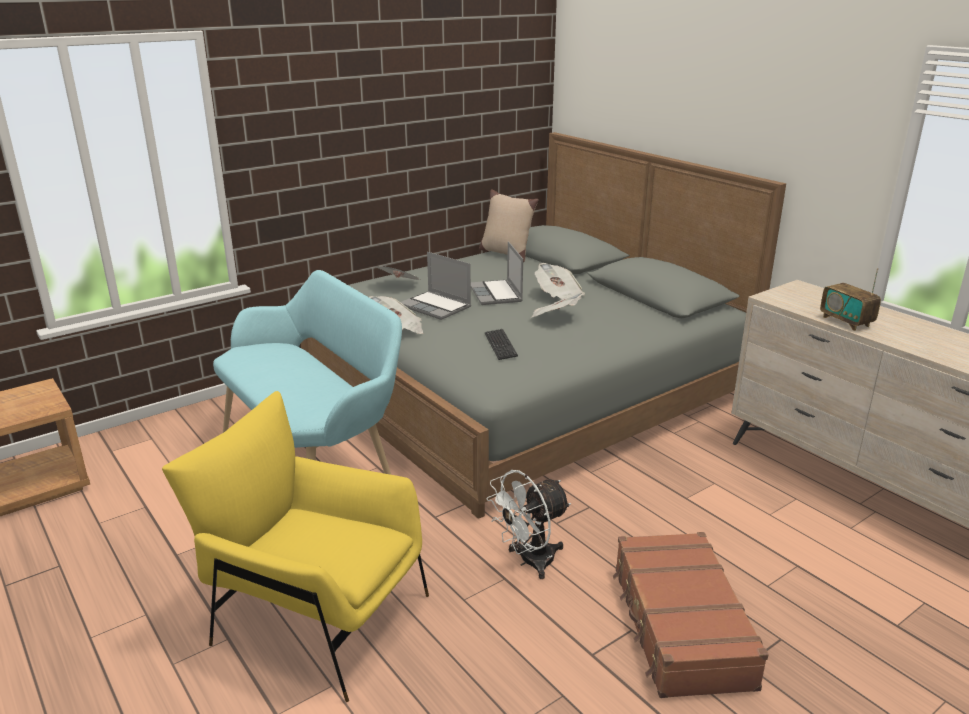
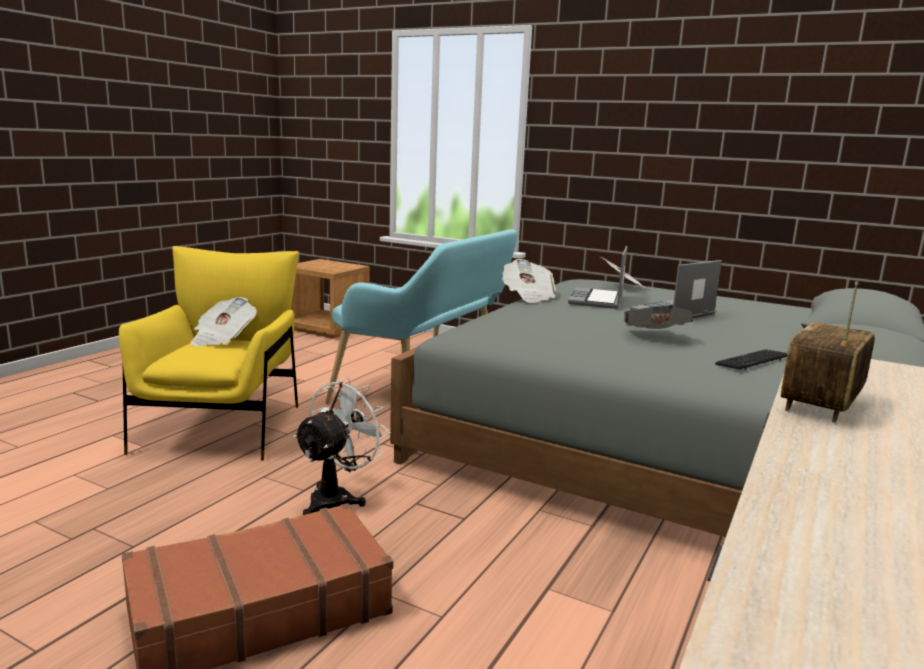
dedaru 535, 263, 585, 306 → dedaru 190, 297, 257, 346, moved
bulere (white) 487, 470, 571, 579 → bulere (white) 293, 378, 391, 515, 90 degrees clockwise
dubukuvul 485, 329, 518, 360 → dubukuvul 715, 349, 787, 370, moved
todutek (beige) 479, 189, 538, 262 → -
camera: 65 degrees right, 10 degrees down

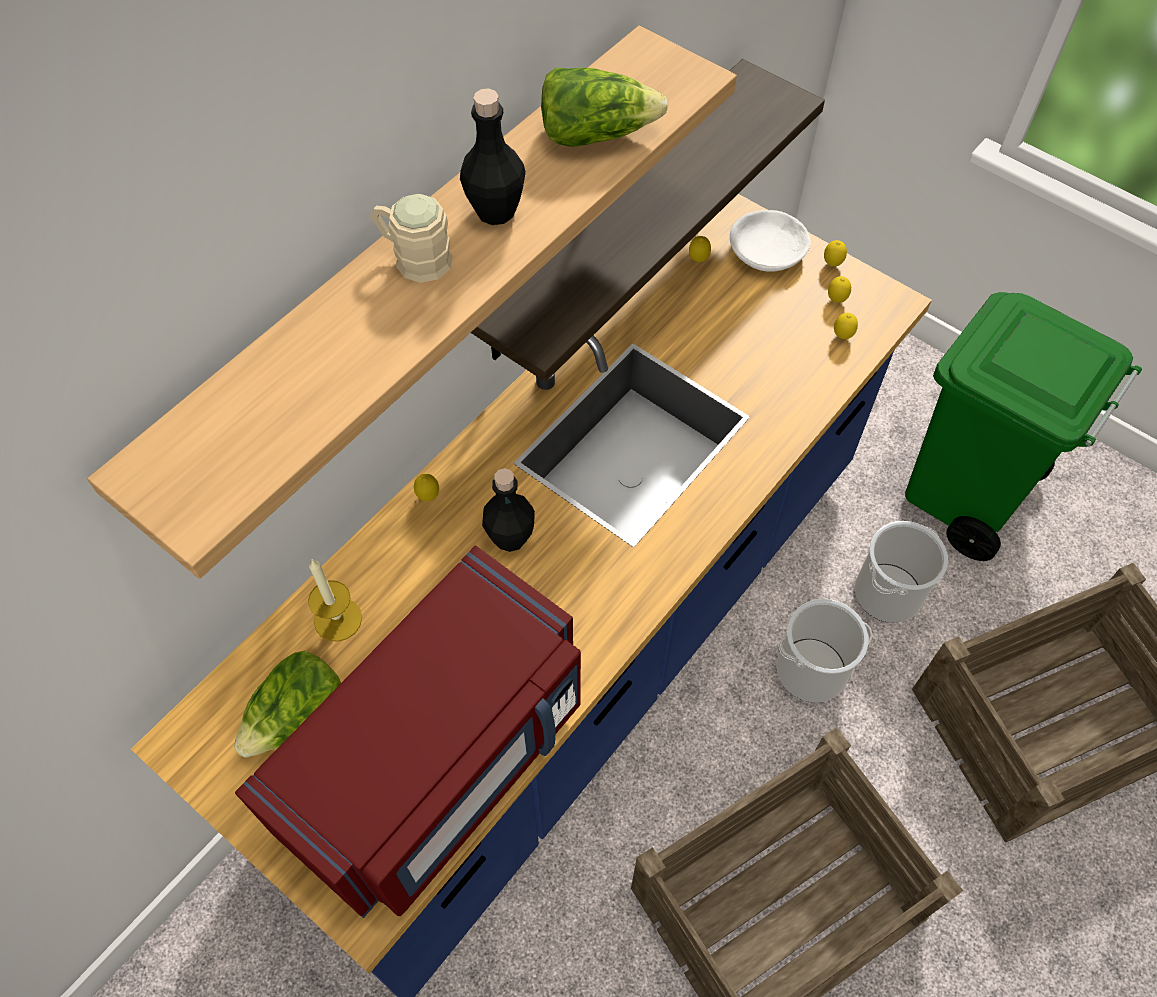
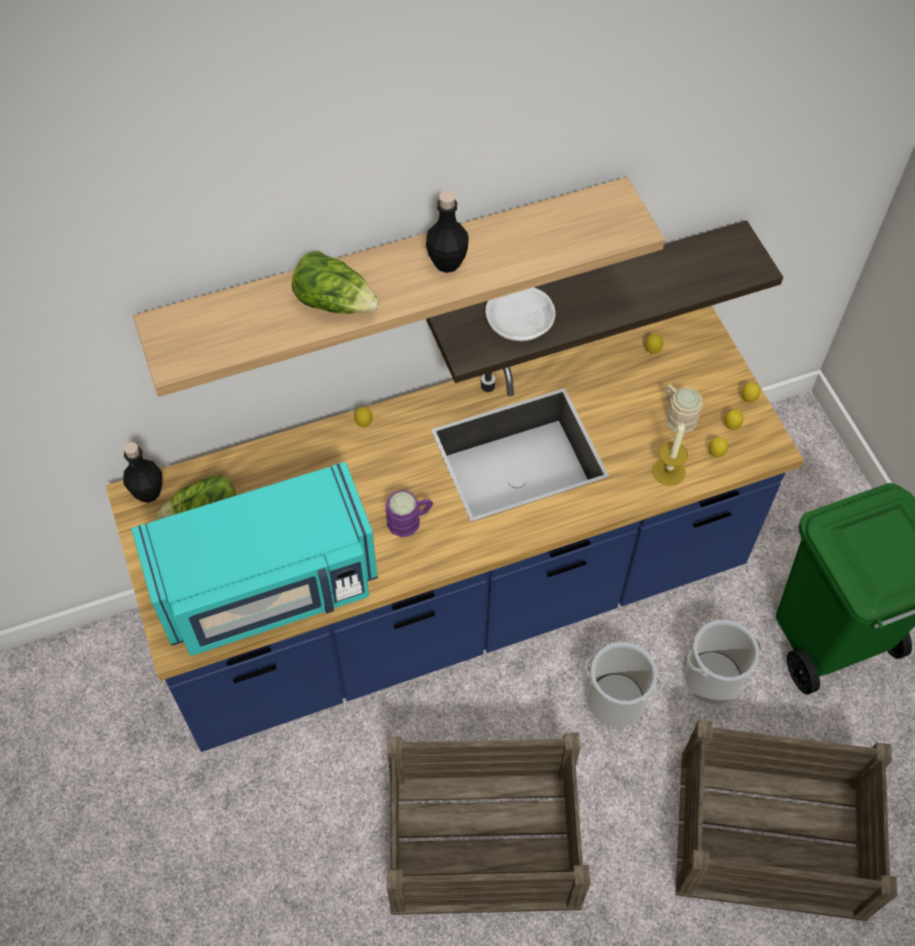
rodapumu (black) 482, 468, 535, 552 → rodapumu (black) 123, 442, 162, 503, moved
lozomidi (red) 235, 545, 581, 918 → lozomidi (turquoise) 131, 462, 378, 655
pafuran 541, 68, 668, 147 → pafuran 292, 251, 379, 314, moved
- → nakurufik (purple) 386, 490, 433, 537
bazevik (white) 730, 210, 811, 272 → bazevik (white) 485, 287, 556, 341, moved
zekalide 308, 560, 362, 642 → zekalide 652, 423, 688, 486, moved
nakurufik (beige) 370, 194, 453, 283 → nakurufik (beige) 665, 385, 703, 434, moved
camera: 30 degrees right, 0 degrees up

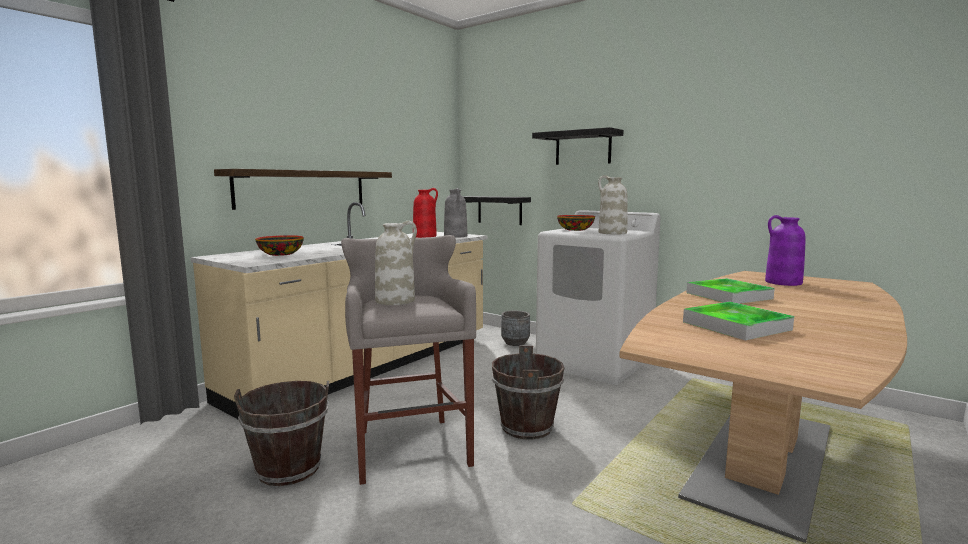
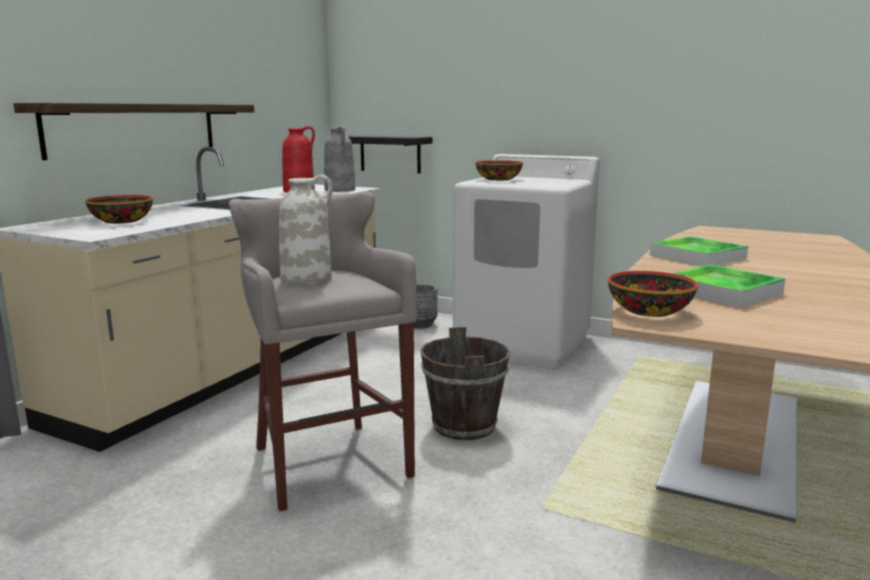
- → bazevik 608, 271, 698, 317
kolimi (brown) 234, 381, 329, 486 → -
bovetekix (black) 532, 127, 624, 165 → -
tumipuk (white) 598, 175, 628, 234 → -
tumipuk (purple) 765, 215, 805, 286 → -
camera: 10 degrees left, 5 degrees up

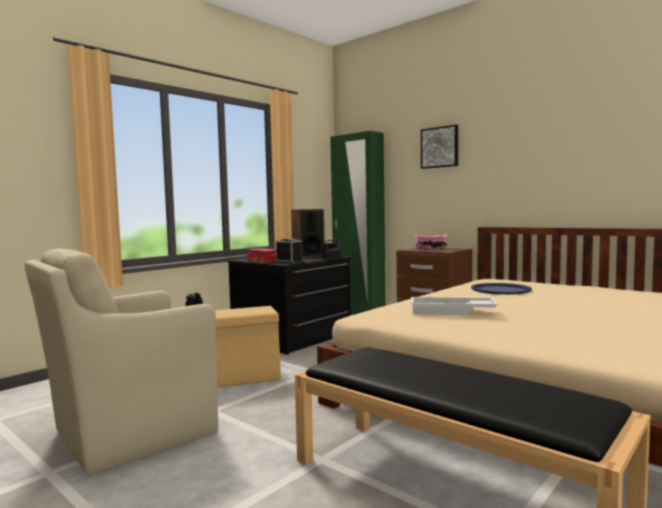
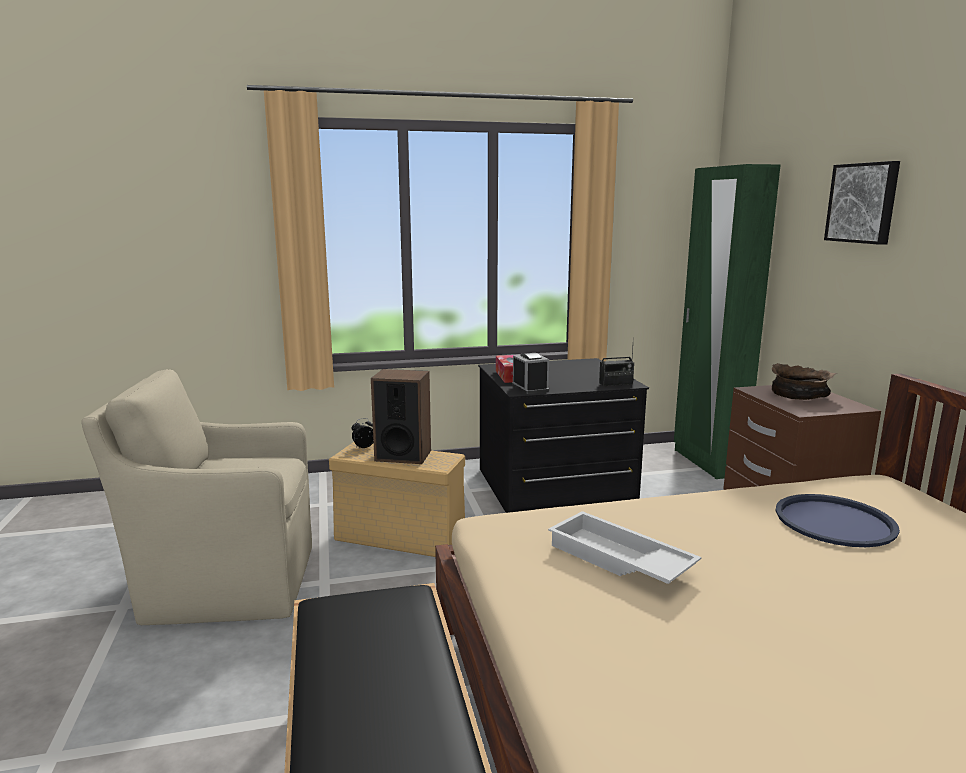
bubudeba 291, 209, 325, 257 → bubudeba 371, 369, 431, 464, moved
bazevik (pink) 415, 234, 448, 250 → bazevik (brown) 771, 363, 837, 400
camera: 35 degrees right, 10 degrees up

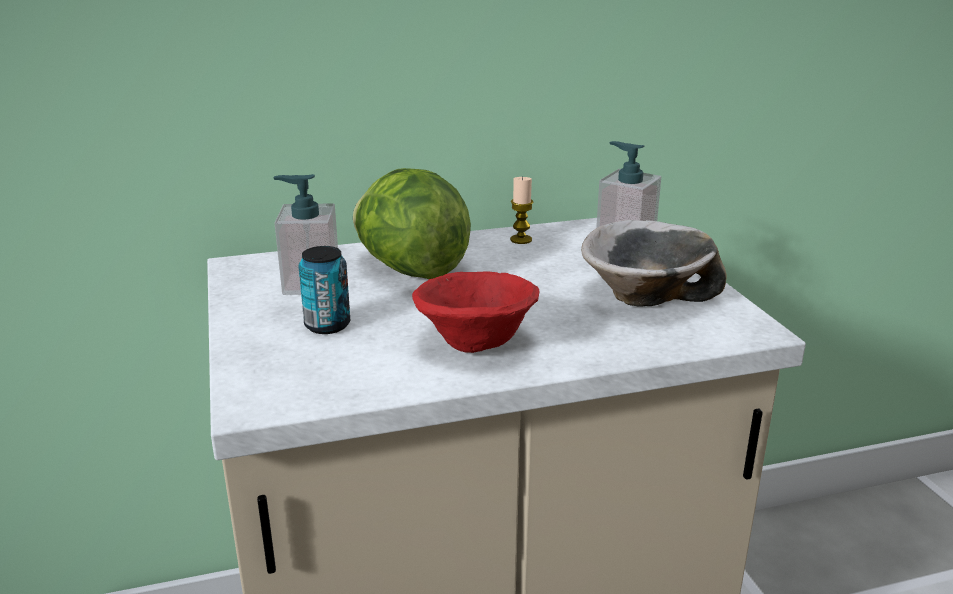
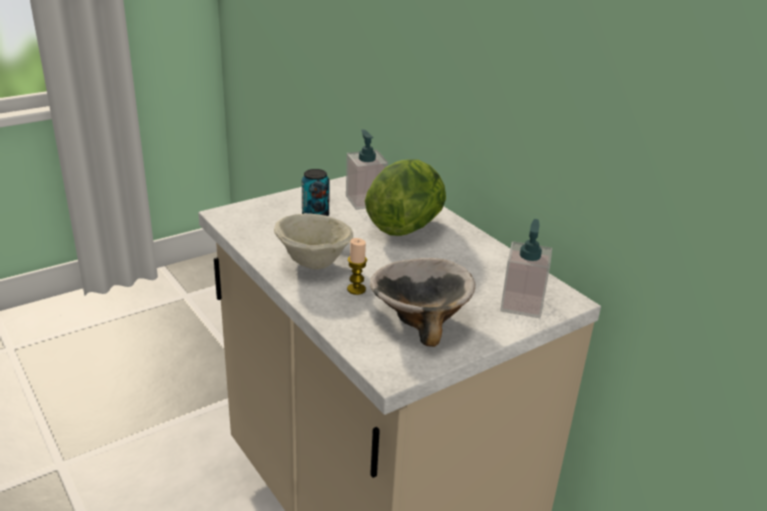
bazevik (red) 412, 271, 540, 353 → bazevik (beige) 274, 213, 353, 269
zekalide 510, 176, 533, 244 → zekalide 347, 238, 367, 295, moved
camera: 70 degrees right, 5 degrees up

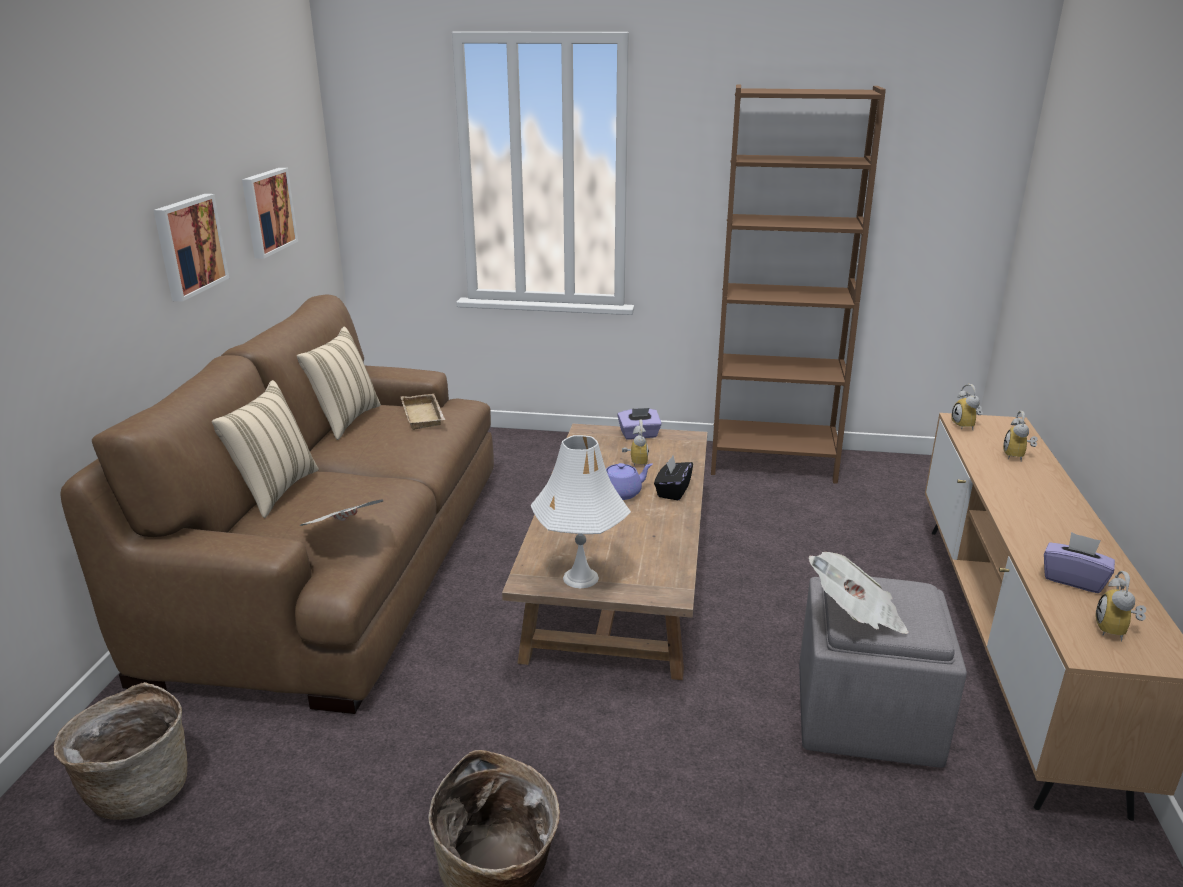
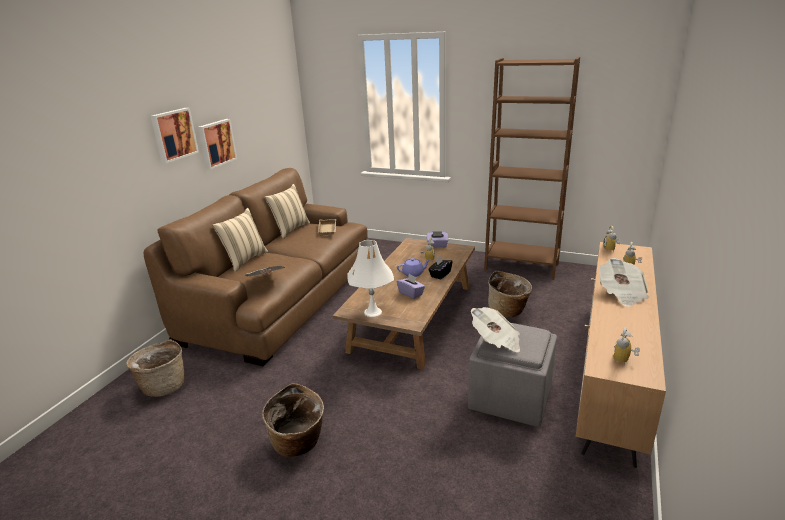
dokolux 242, 168, 298, 259 → dokolux 151, 108, 199, 164, moved
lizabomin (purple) 1044, 532, 1115, 593 → lizabomin (purple) 397, 274, 425, 299, moved
- → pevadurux 488, 271, 532, 318
- → dedaru 599, 258, 649, 307
camera: 15 degrees right, 0 degrees up

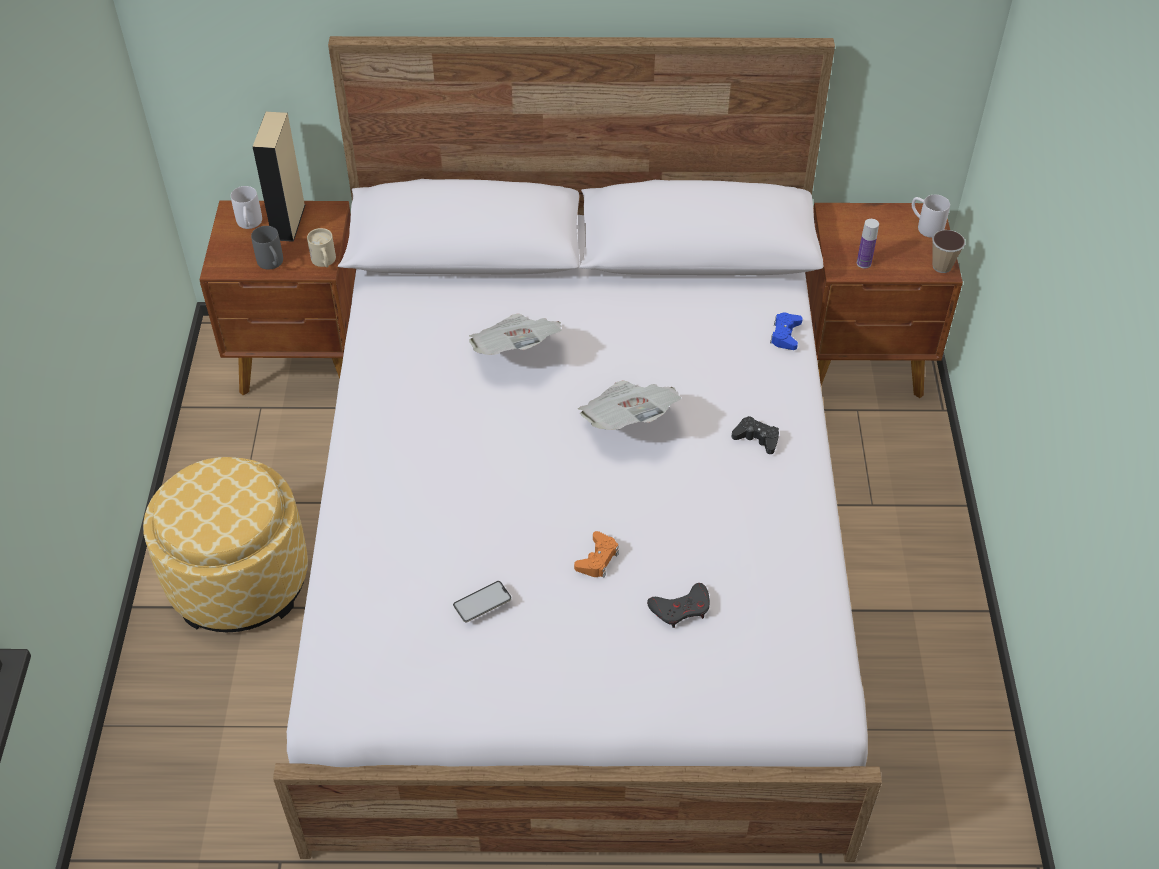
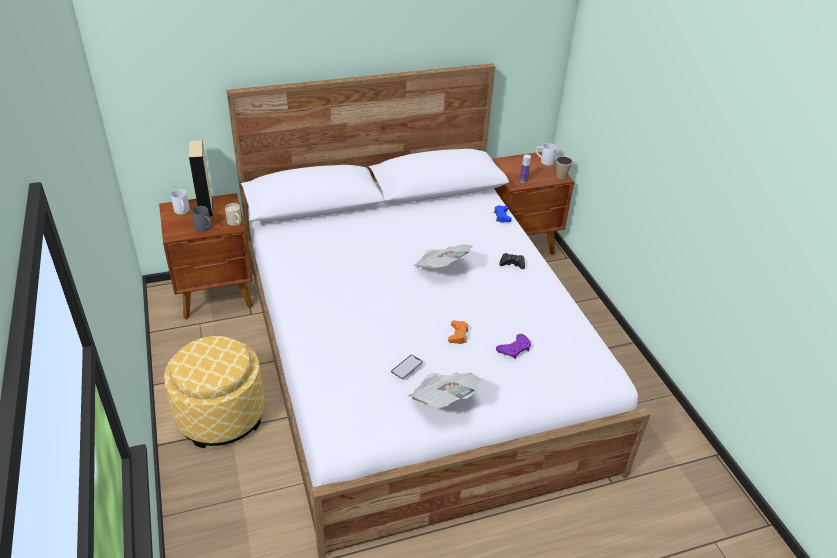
dedaru 469, 314, 562, 355 → dedaru 409, 372, 482, 408, moved
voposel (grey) 647, 583, 710, 628 → voposel (purple) 496, 334, 531, 359
camera: 20 degrees left, 10 degrees down

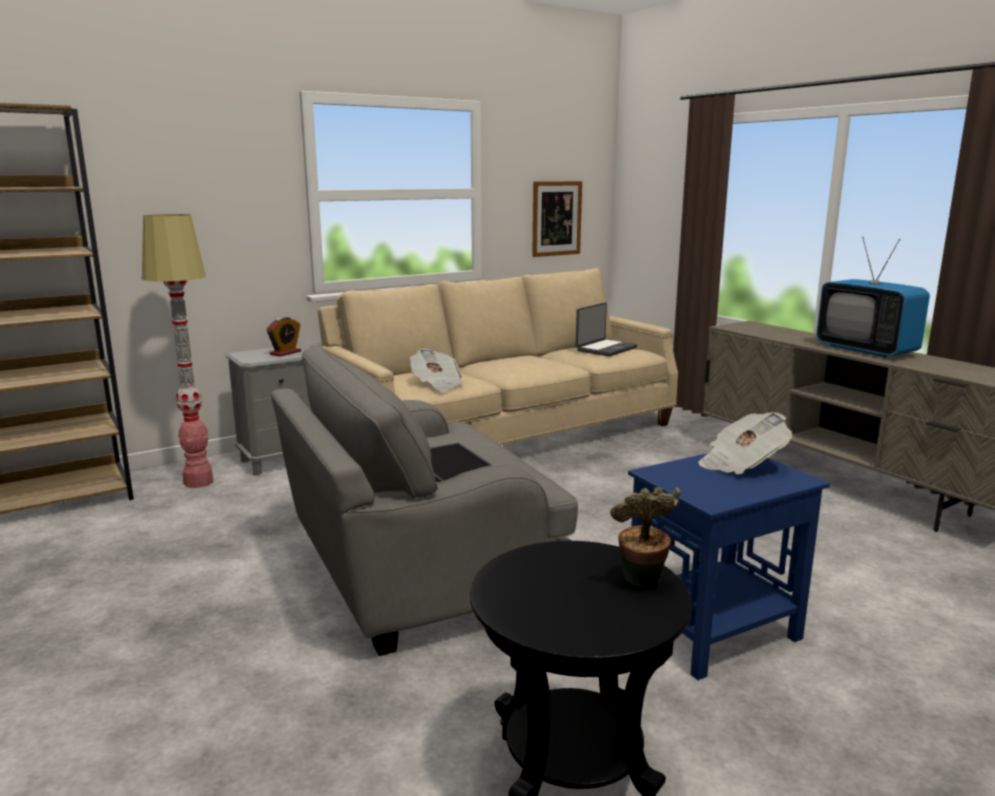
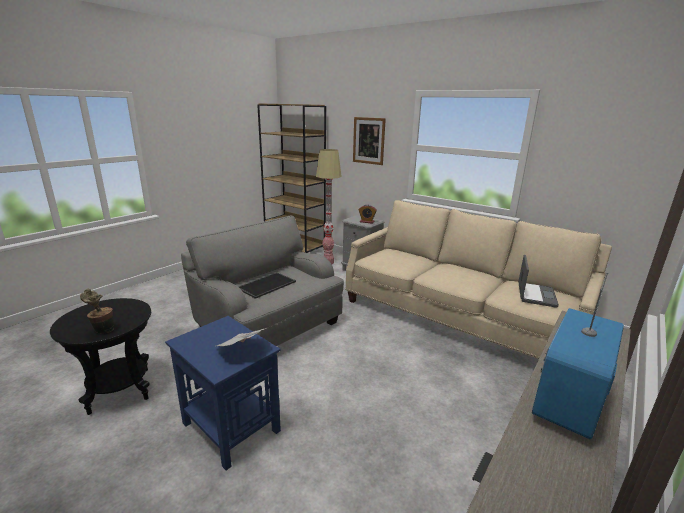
dokolux 532, 181, 582, 257 → dokolux 353, 117, 386, 165, moved
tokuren 576, 303, 637, 357 → tokuren 518, 255, 559, 308, 90 degrees counterclockwise
dedaru 410, 349, 464, 392 → -
camera: 70 degrees right, 5 degrees up

